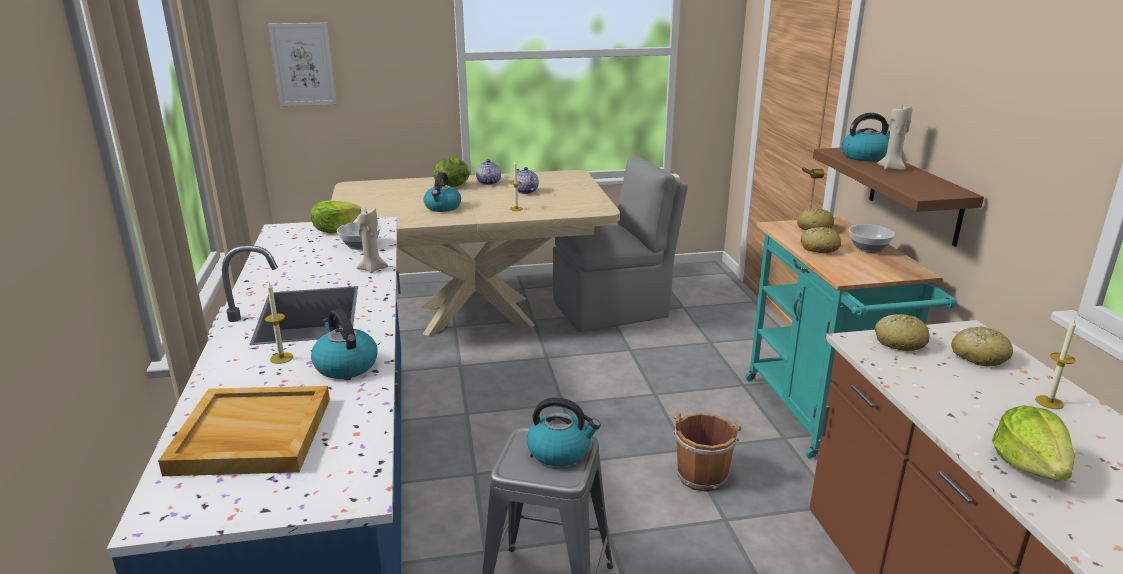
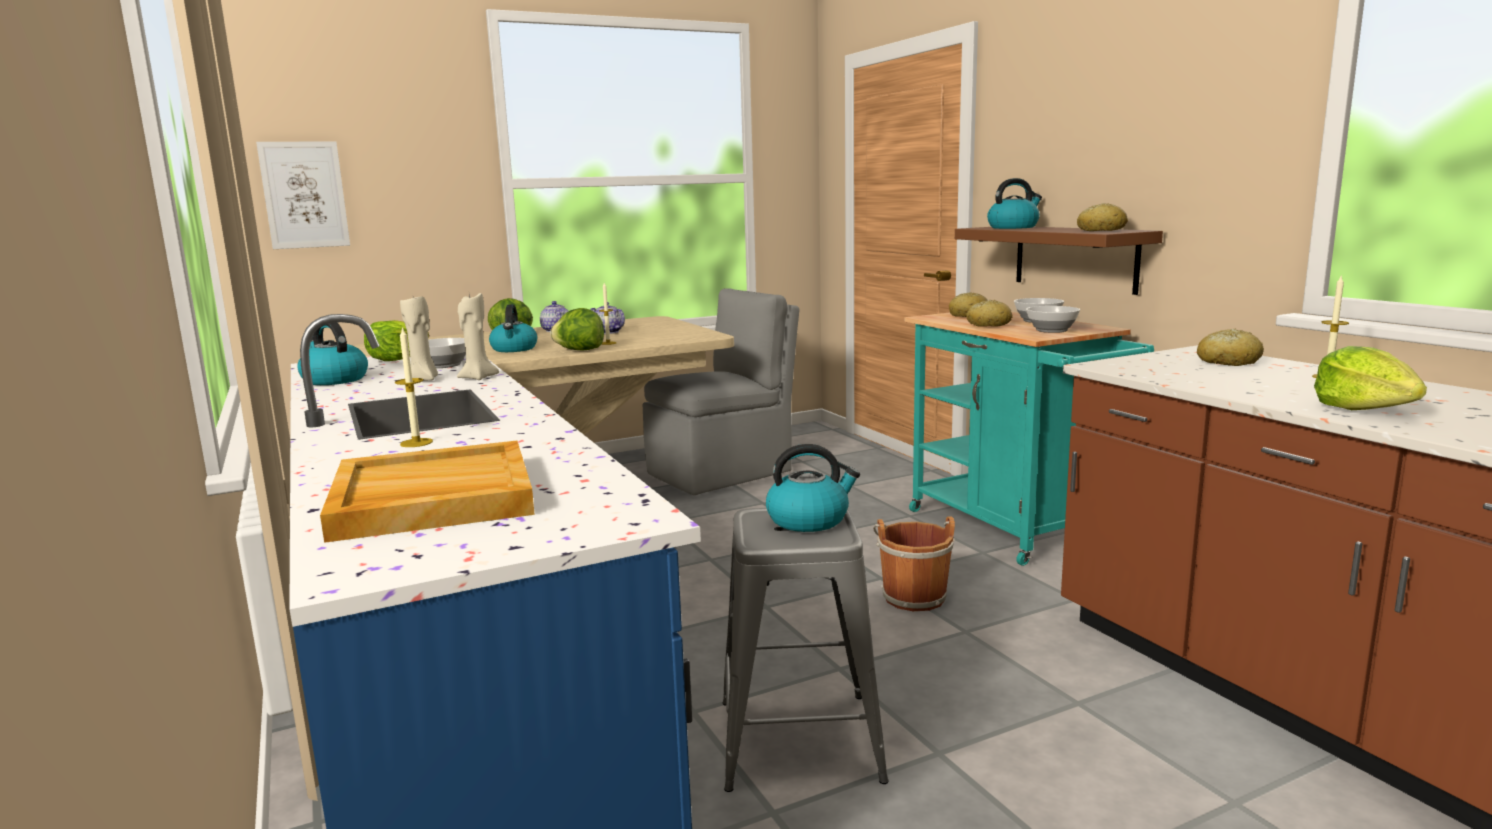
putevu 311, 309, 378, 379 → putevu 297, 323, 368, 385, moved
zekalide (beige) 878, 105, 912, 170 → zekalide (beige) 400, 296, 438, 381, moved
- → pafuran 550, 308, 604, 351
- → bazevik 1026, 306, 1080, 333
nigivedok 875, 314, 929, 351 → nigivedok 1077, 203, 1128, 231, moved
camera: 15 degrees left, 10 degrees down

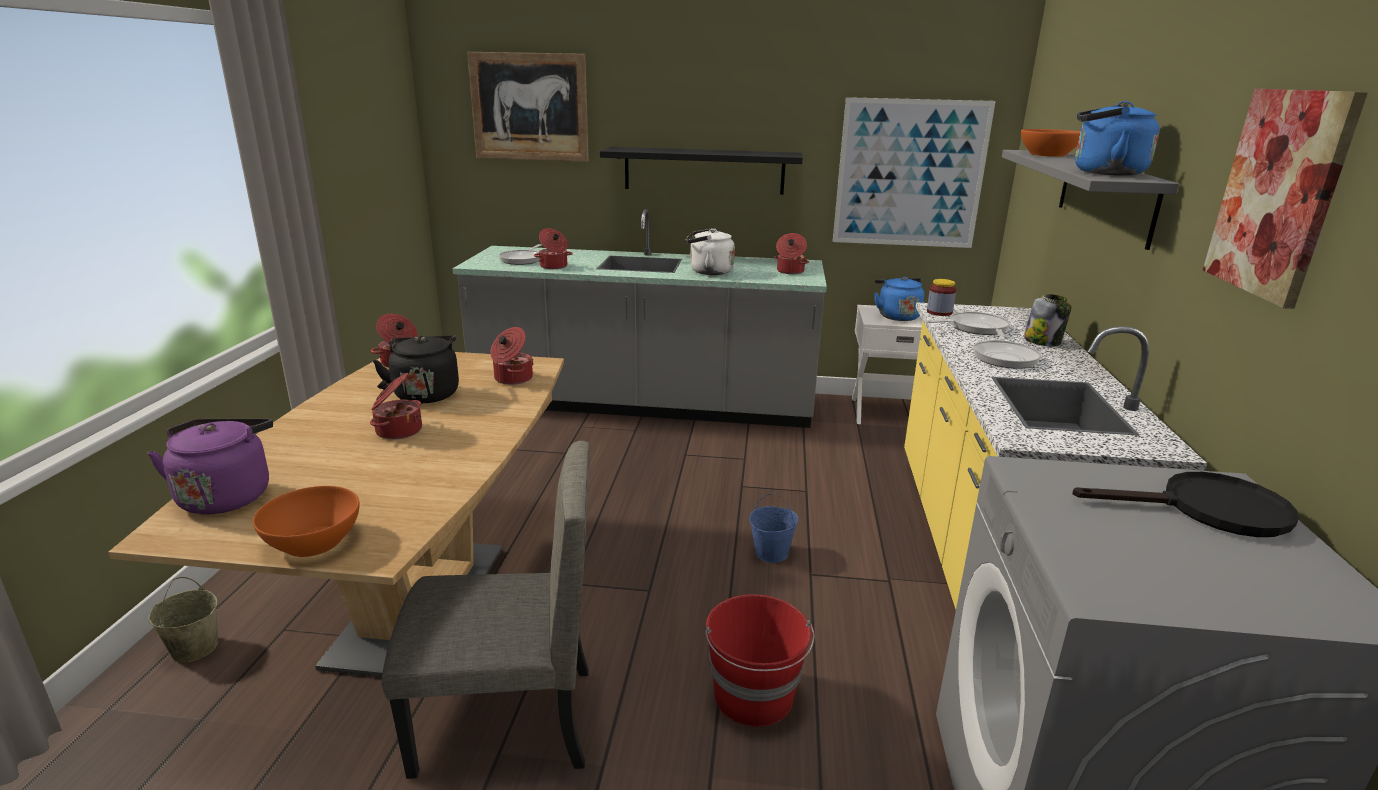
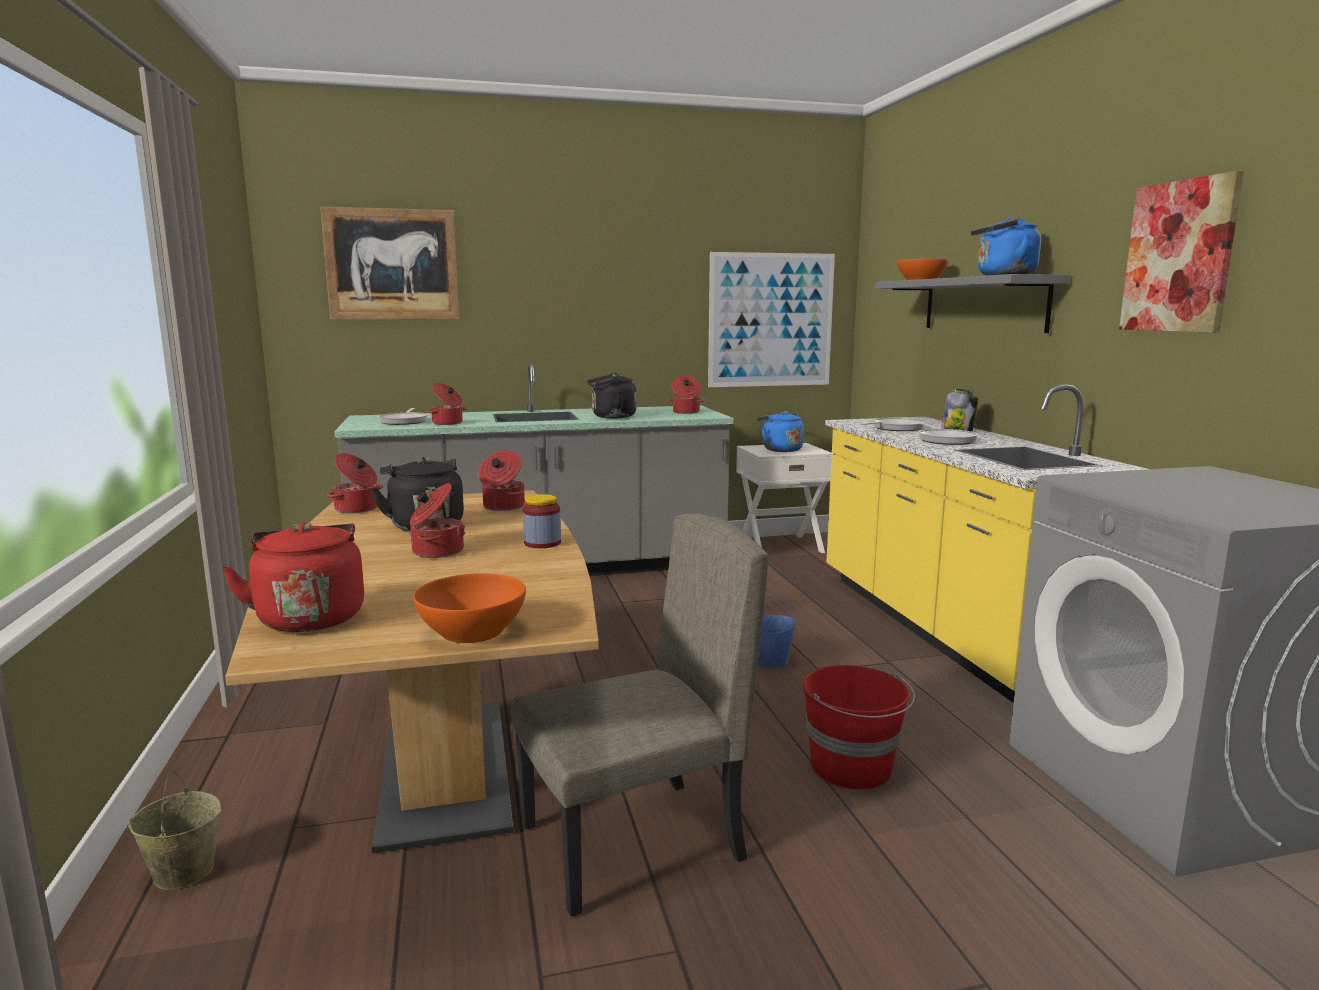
putevu (purple) 147, 419, 273, 515 → putevu (red) 221, 522, 364, 632
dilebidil 927, 279, 956, 316 → dilebidil 523, 494, 561, 548, moved
putevu (white) 686, 228, 735, 275 → putevu (black) 587, 373, 637, 418
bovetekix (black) 600, 147, 803, 195 → -
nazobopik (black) 1072, 472, 1299, 537 → -
camera: 20 degrees left, 10 degrees down

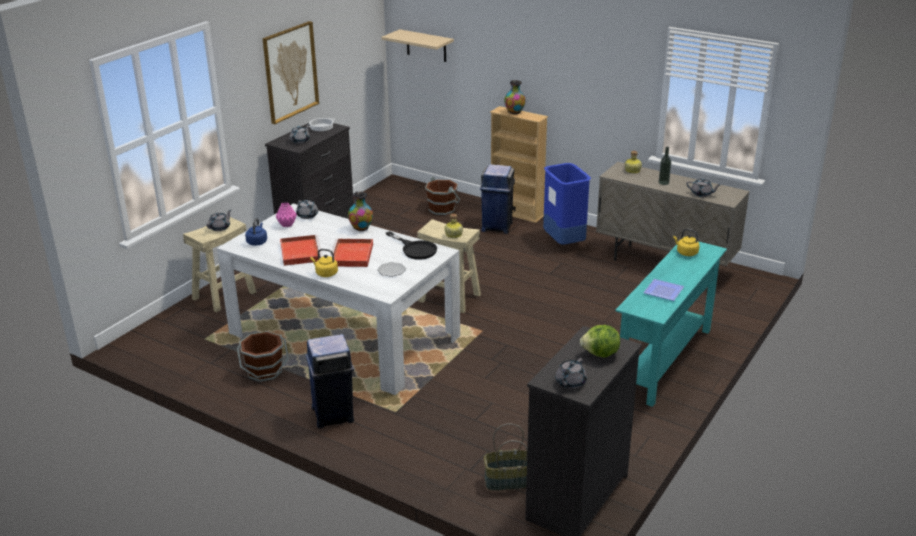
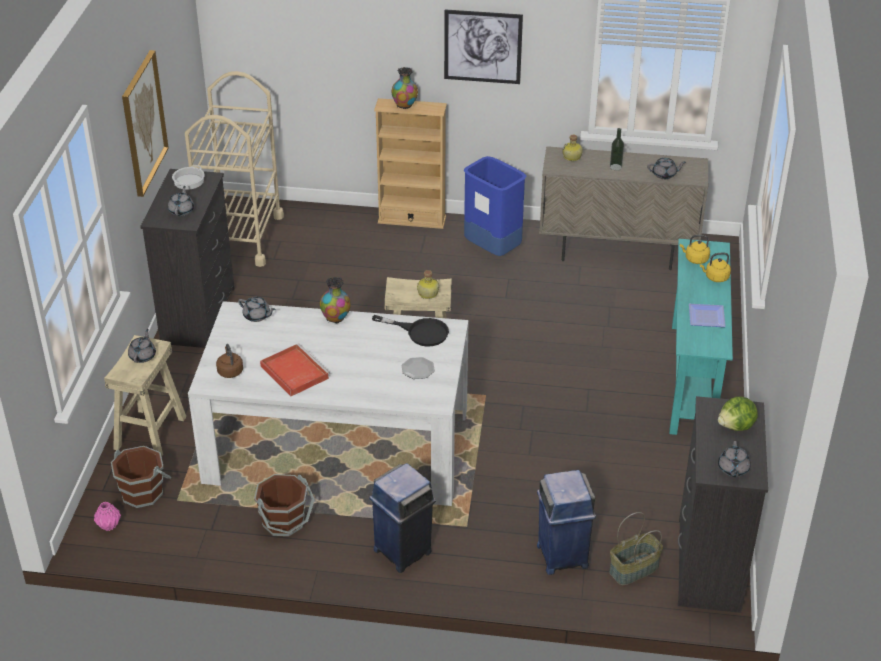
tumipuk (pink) 276, 202, 297, 227 → tumipuk (pink) 94, 502, 121, 531, moved
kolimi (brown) 425, 176, 460, 215 → kolimi (brown) 111, 446, 171, 508, moved
- → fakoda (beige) 185, 71, 284, 267
putevu (blue) 245, 218, 267, 246 → putevu (brown) 216, 344, 243, 378
- → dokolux 444, 9, 523, 84
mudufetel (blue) 480, 164, 515, 234 → mudufetel (blue) 537, 470, 596, 575, moved
putevu (yellow) 311, 249, 338, 277 → putevu (yellow) 700, 253, 731, 282, moved
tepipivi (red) 330, 239, 373, 267 → -
bovetekix (beige) 381, 29, 454, 62 → -
camera: 25 degrees left, 10 degrees up

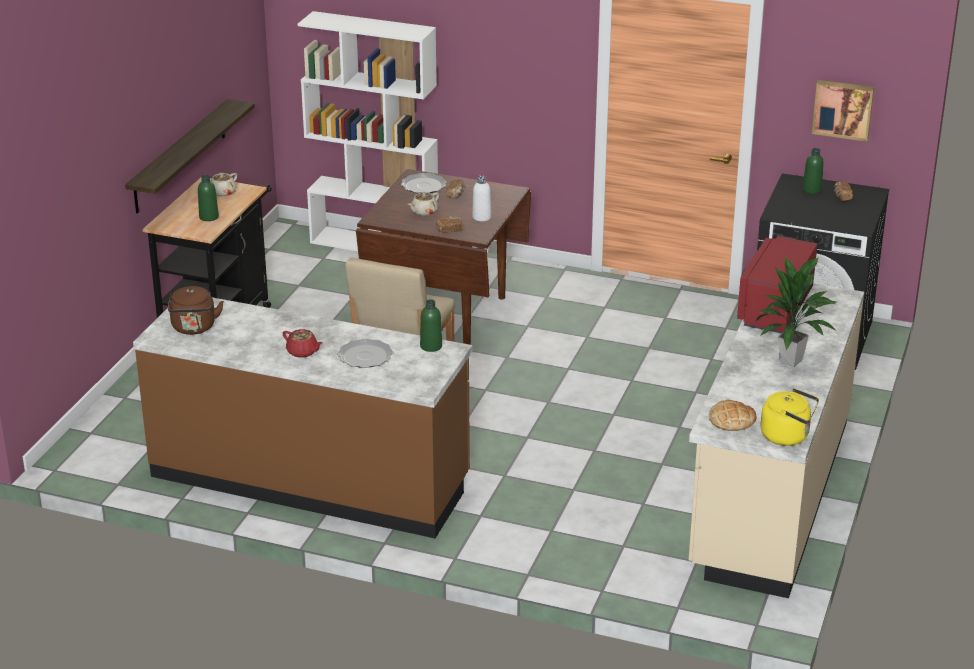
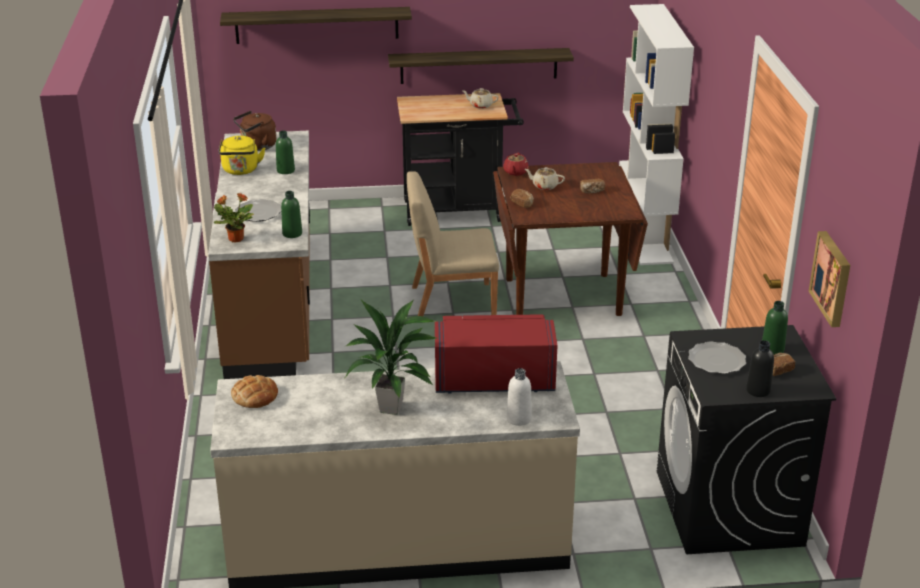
- → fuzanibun 213, 193, 254, 242
putevu (yellow) 761, 388, 819, 446 → putevu (yellow) 218, 136, 265, 175, moved
- → bovetekix 220, 7, 412, 44
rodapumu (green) 198, 175, 219, 221 → rodapumu (green) 276, 131, 295, 174, moved
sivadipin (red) 282, 329, 323, 358 → sivadipin (red) 503, 153, 529, 176, moved
rodapumu (white) 472, 175, 491, 221 → rodapumu (white) 507, 368, 532, 426, moved
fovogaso 401, 173, 447, 193 → fovogaso 688, 341, 746, 374, moved
- → rodapumu (black) 746, 340, 774, 397
camera: 65 degrees right, 0 degrees up

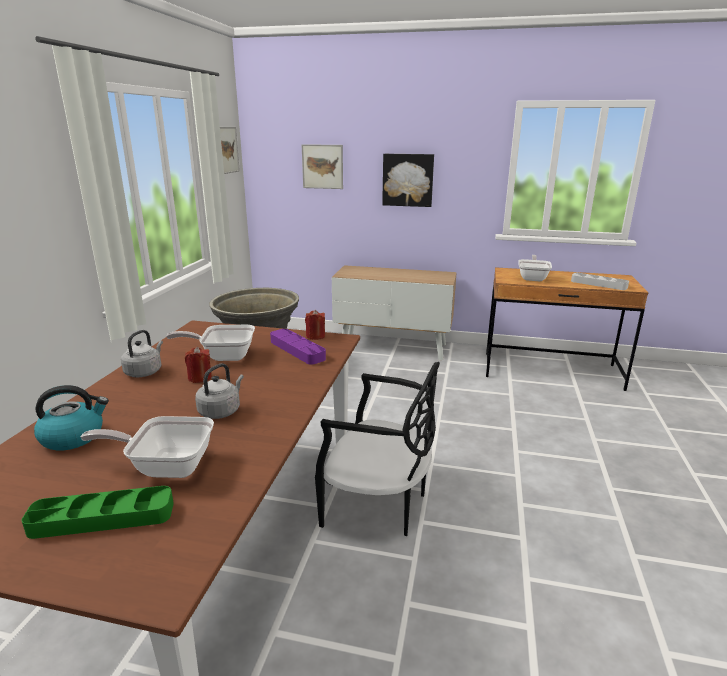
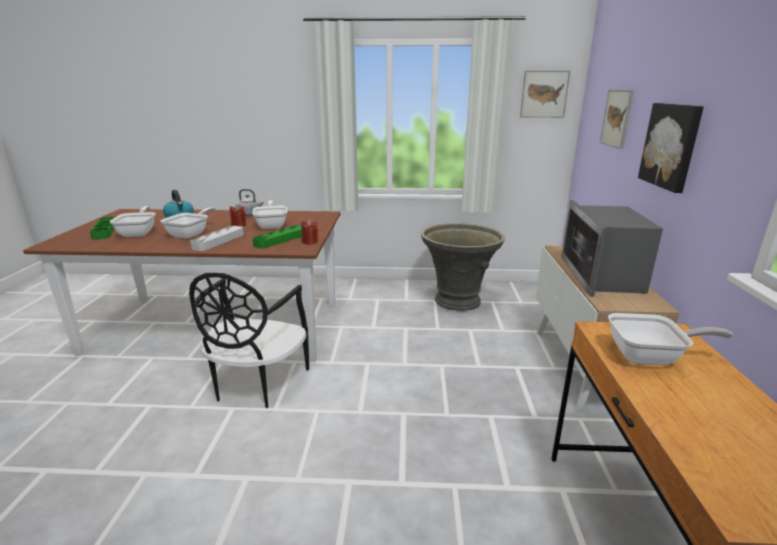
putevu (grey) 195, 363, 244, 419 → nazobopik 160, 207, 215, 239
tepipivi (grey) 571, 273, 629, 290 → tepipivi (grey) 190, 226, 244, 251, moved
tepipivi (purple) 270, 329, 326, 365 → tepipivi (green) 253, 225, 302, 249
- → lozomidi 561, 200, 663, 297
camera: 80 degrees right, 0 degrees up

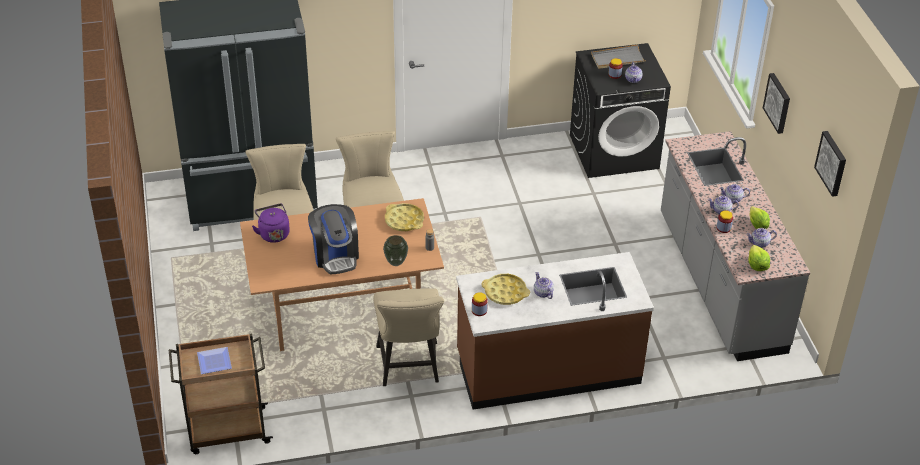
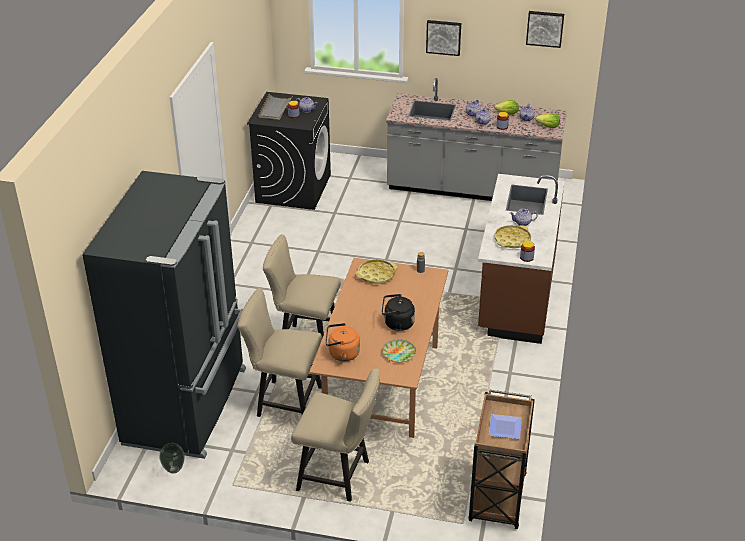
tumipuk 383, 235, 408, 266 → tumipuk 159, 443, 185, 474, moved
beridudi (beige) 373, 288, 444, 386 → beridudi (beige) 291, 368, 380, 502, moved
putevu (purple) 252, 204, 290, 243 → putevu (orange) 325, 323, 360, 362
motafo 308, 204, 359, 274 → putevu (black) 382, 294, 415, 331
- → fovogaso 382, 339, 416, 362
camera: 65 degrees left, 5 degrees down

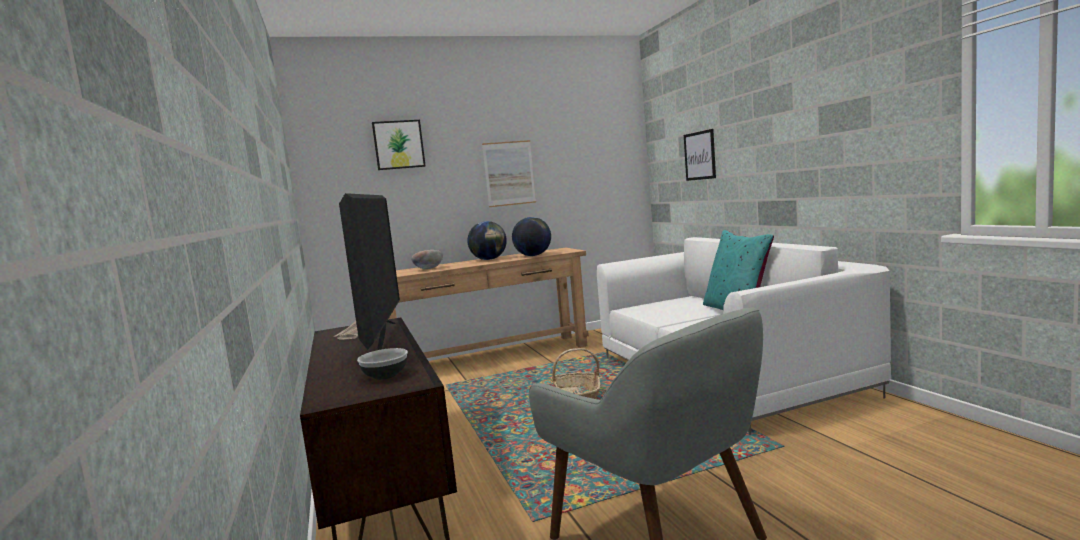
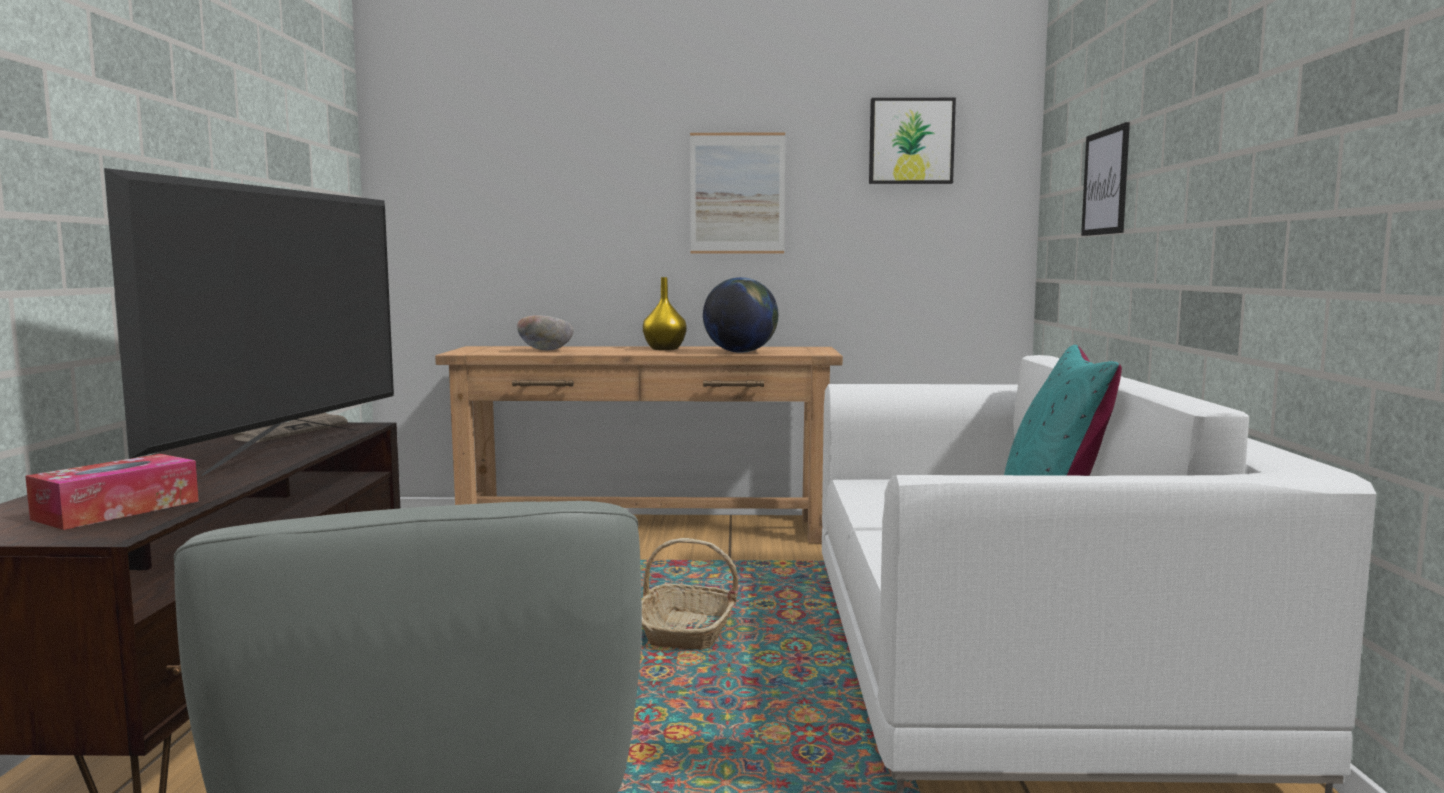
bazevik 357, 348, 408, 380 → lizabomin 25, 454, 199, 530
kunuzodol 467, 221, 507, 260 → tumipuk (yellow) 643, 277, 687, 350
dokolux 372, 120, 426, 170 → dokolux 869, 98, 956, 184, moved
camera: 20 degrees right, 0 degrees up

